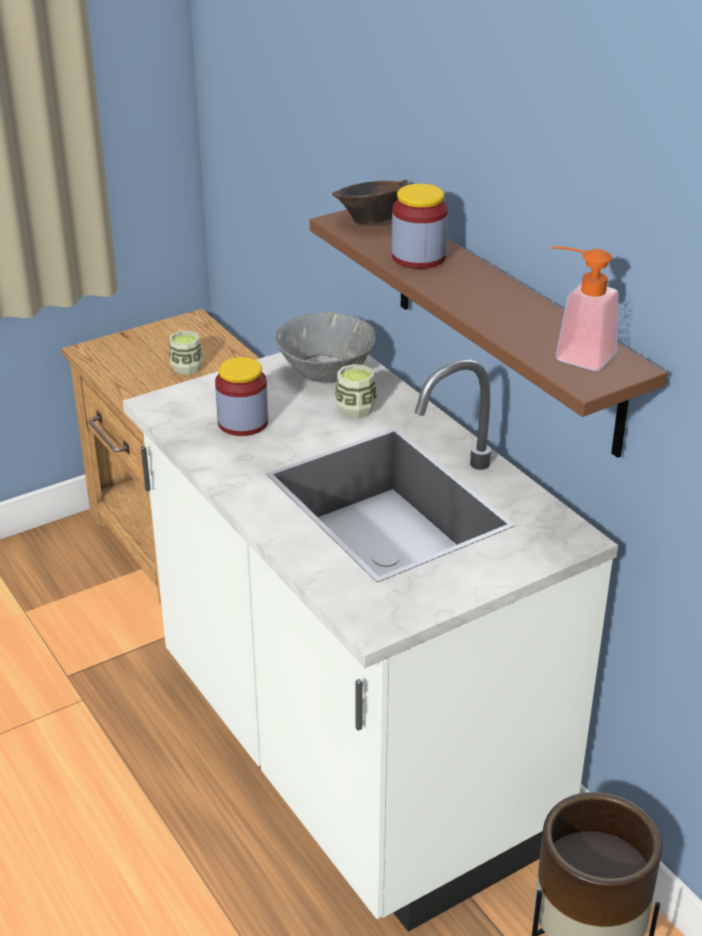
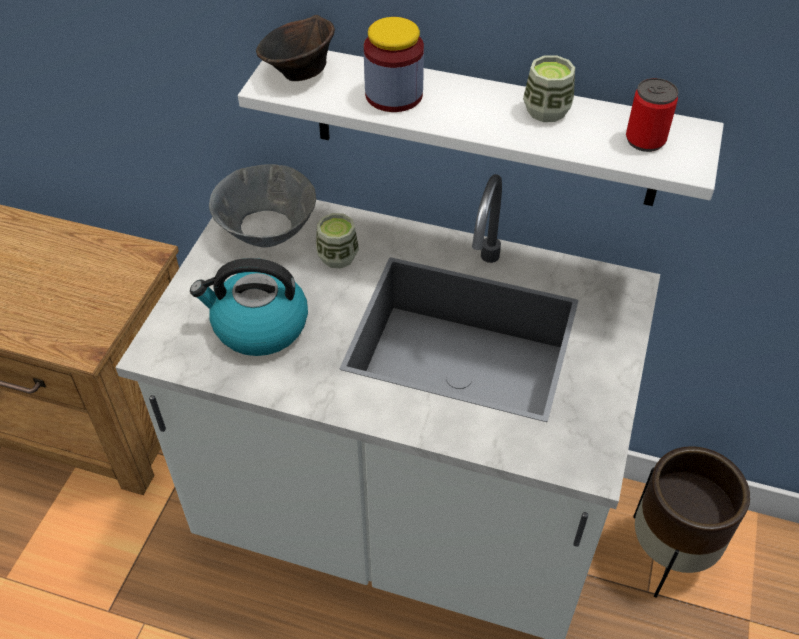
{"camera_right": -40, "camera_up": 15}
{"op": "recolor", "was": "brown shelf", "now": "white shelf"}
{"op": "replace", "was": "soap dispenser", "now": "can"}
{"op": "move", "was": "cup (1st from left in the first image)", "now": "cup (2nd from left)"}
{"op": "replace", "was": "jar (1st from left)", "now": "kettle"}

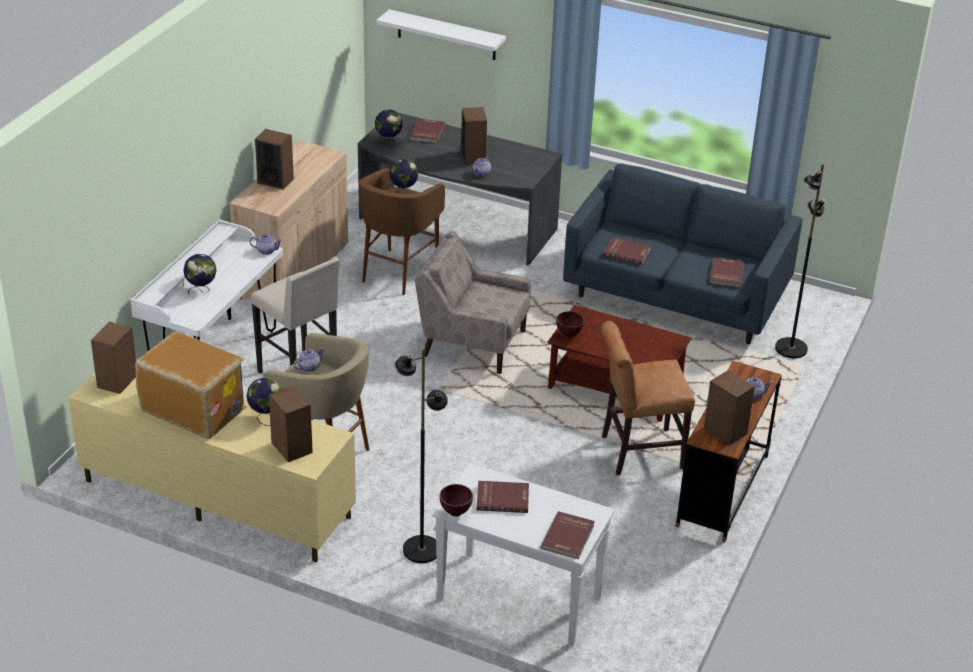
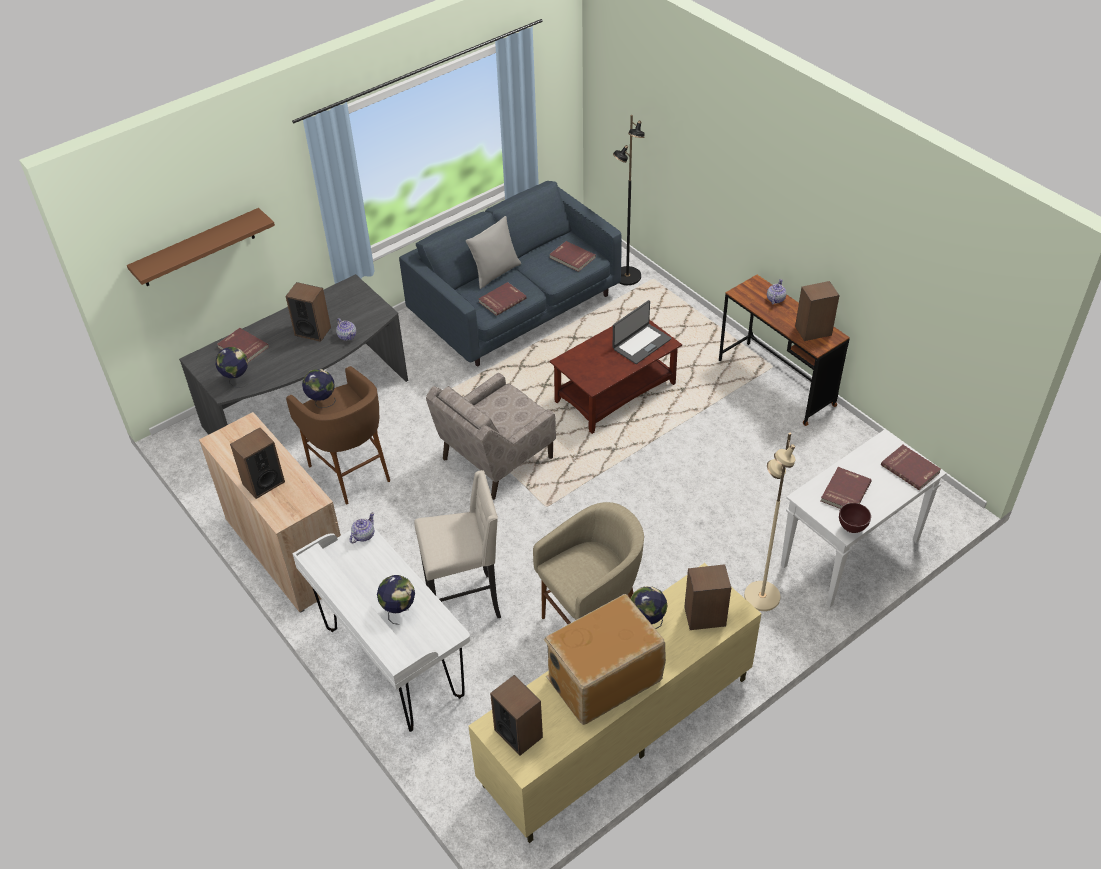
{"camera_right": -60, "camera_up": 10}
{"op": "recolor", "was": "white shelf", "now": "brown shelf"}
{"op": "delete", "was": "brown bowl (2nd from left)"}
{"op": "delete", "was": "brown chair"}
{"op": "delete", "was": "teapot (2nd from left)"}
{"op": "recolor", "was": "black floor lamp (1st from left)", "now": "beige floor lamp"}
{"op": "insert", "now": "grey pillow"}
{"op": "insert", "now": "laptop"}

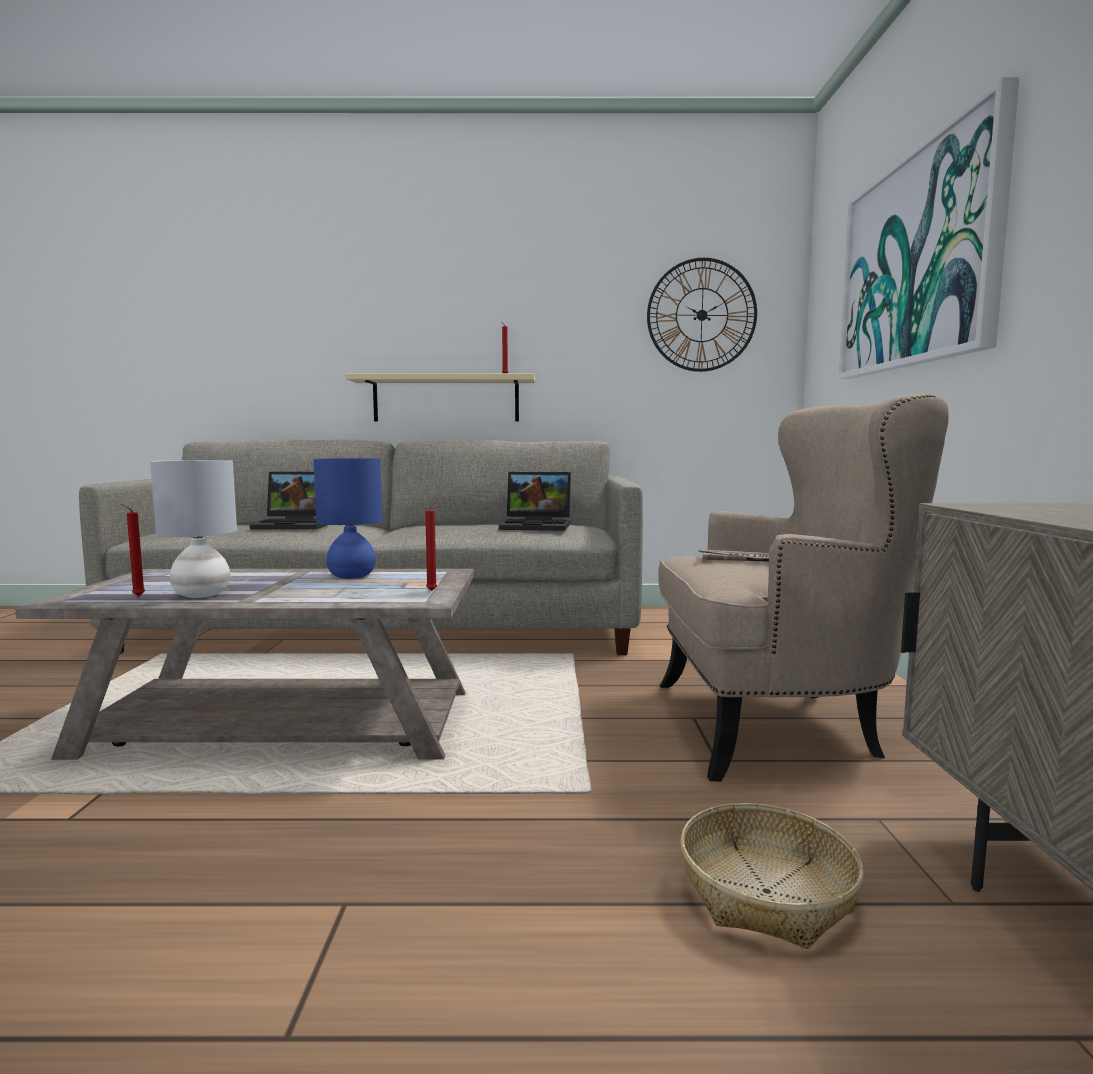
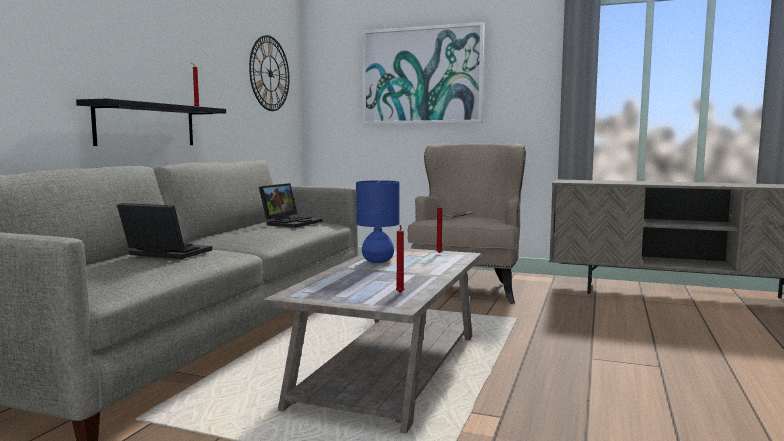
{"camera_right": -70, "camera_up": 0}
{"op": "recolor", "was": "beige shelf", "now": "black shelf"}
{"op": "delete", "was": "grey table lamp"}
{"op": "rotate", "was": "laptop (1st from left)", "clockwise": -90}
{"op": "delete", "was": "basket"}

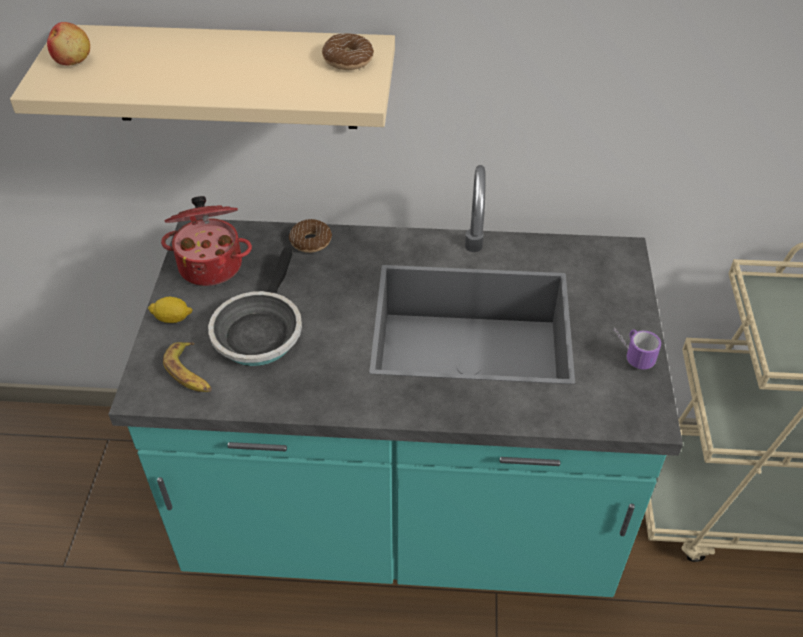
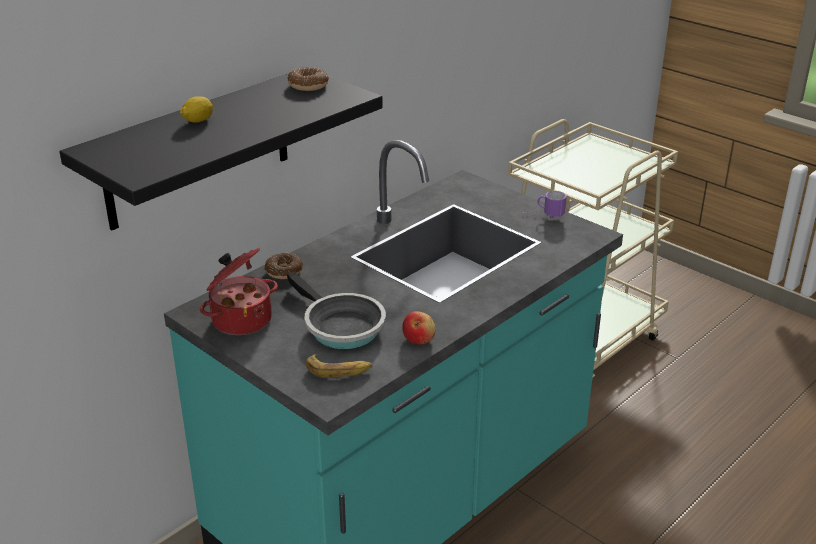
{"camera_right": -50, "camera_up": -15}
{"op": "move", "was": "apple"}
{"op": "recolor", "was": "beige shelf", "now": "black shelf"}
{"op": "move", "was": "lemon"}

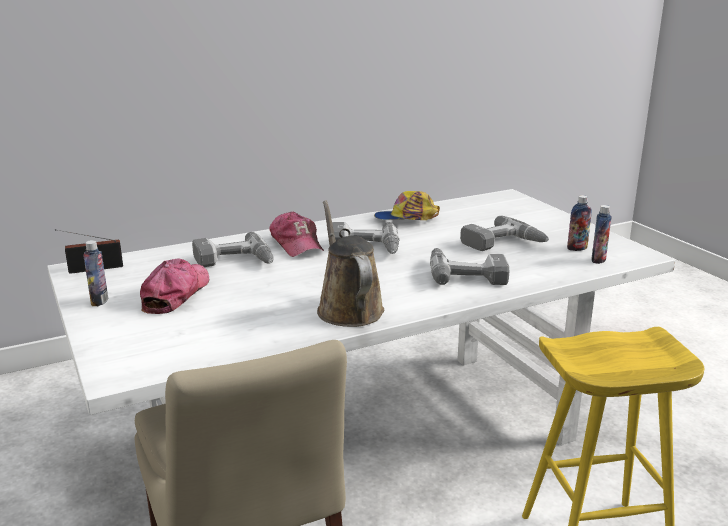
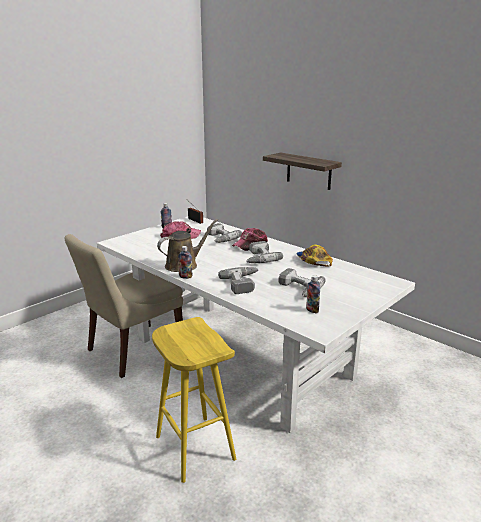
{"camera_right": 70, "camera_up": 0}
{"op": "move", "was": "bottle (3rd from left in the first image)", "now": "bottle (2nd from left)"}
{"op": "insert", "now": "shelf"}

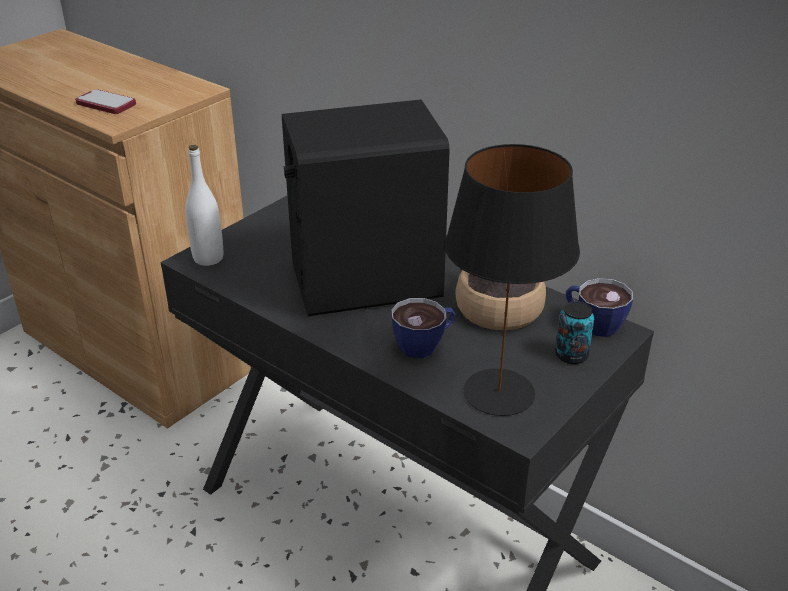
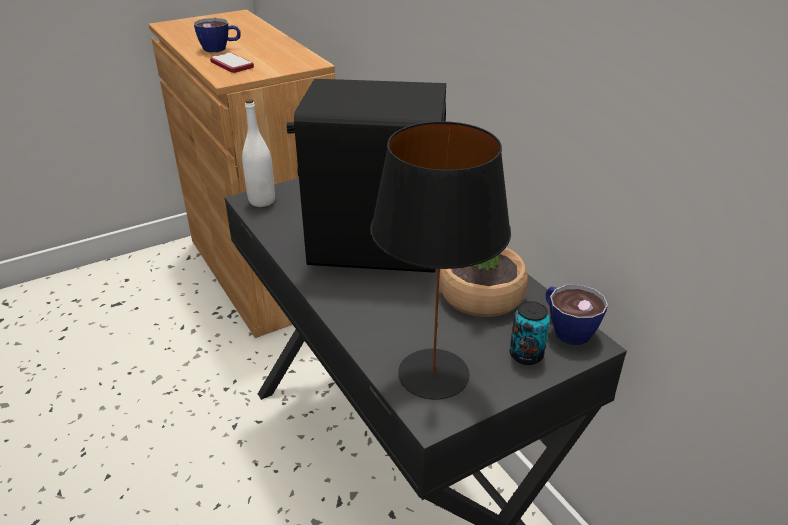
{"camera_right": 20, "camera_up": 0}
{"op": "move", "was": "cup (1st from left)"}

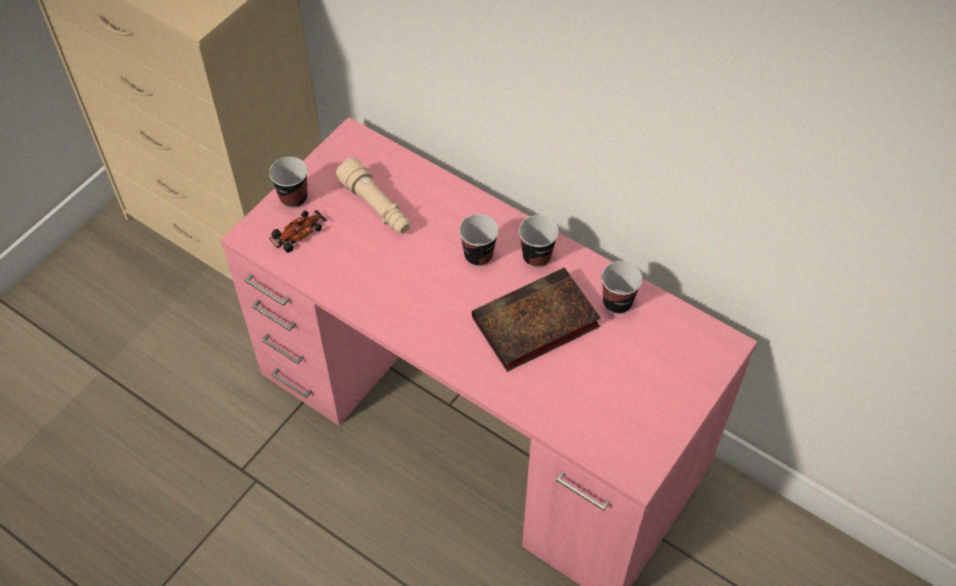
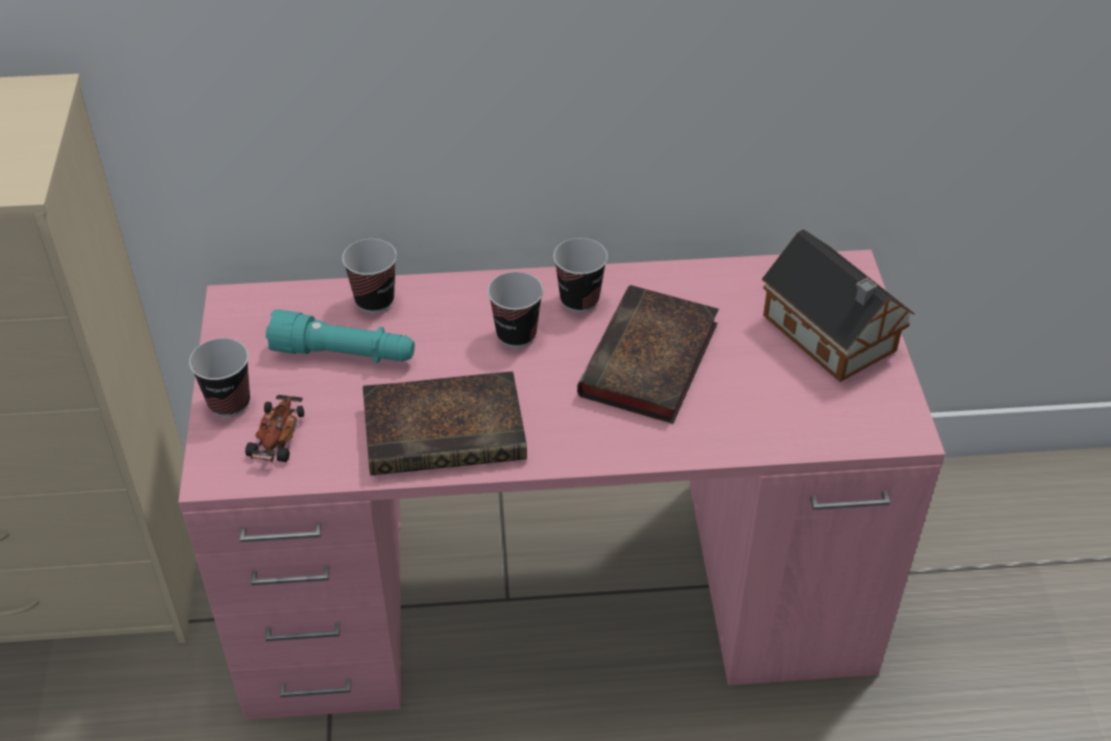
{"camera_right": -40, "camera_up": -10}
{"op": "recolor", "was": "beige flashlight", "now": "turquoise flashlight"}
{"op": "move", "was": "cup (4th from left in the first image)", "now": "cup (2nd from left)"}
{"op": "insert", "now": "toy house"}
{"op": "insert", "now": "book (1st from left)"}

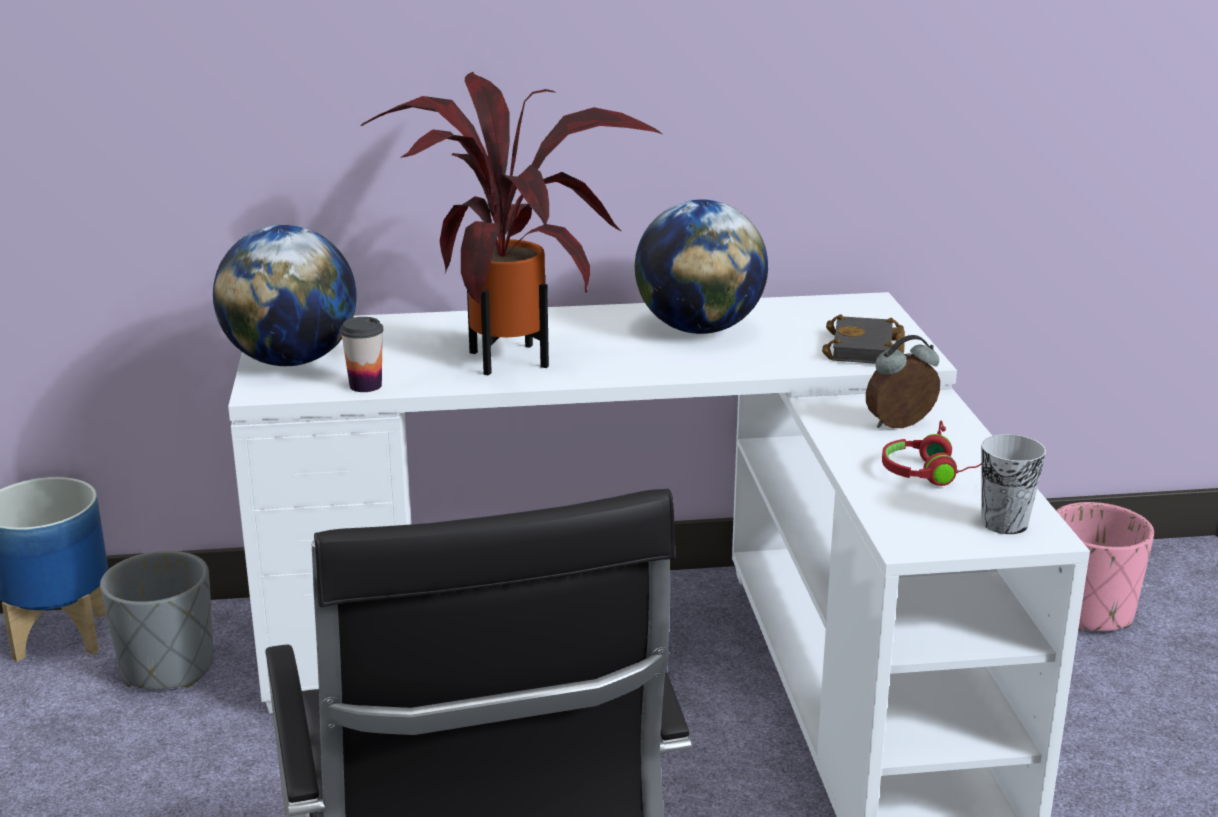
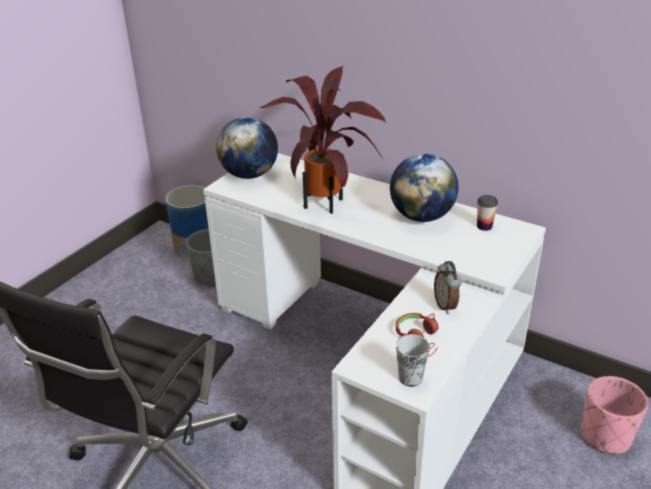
{"camera_right": 40, "camera_up": 10}
{"op": "delete", "was": "black book"}
{"op": "move", "was": "cup (1st from left in the first image)", "now": "cup (2nd from left)"}
{"op": "rotate", "was": "alarm clock", "clockwise": -120}

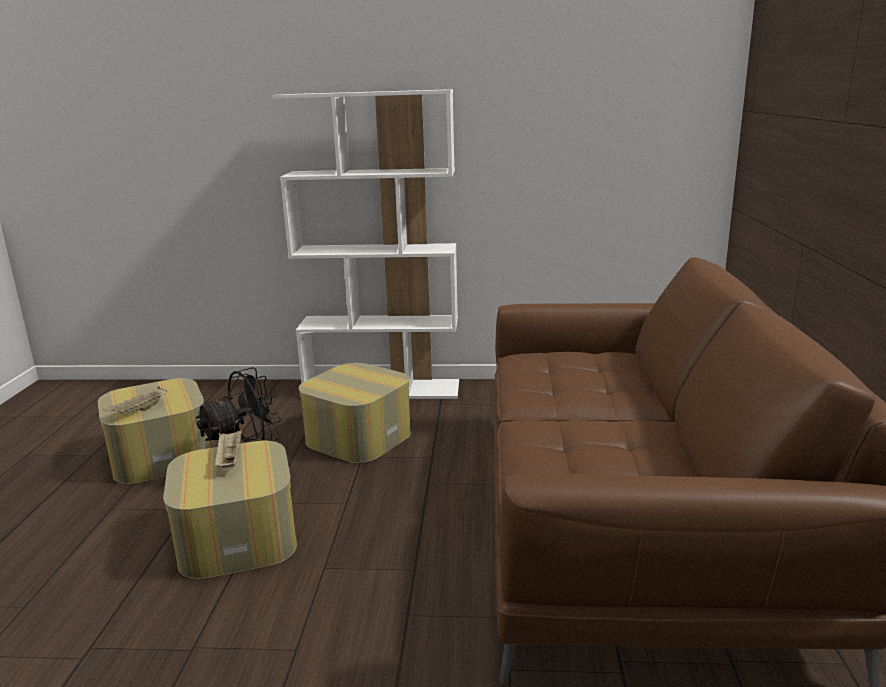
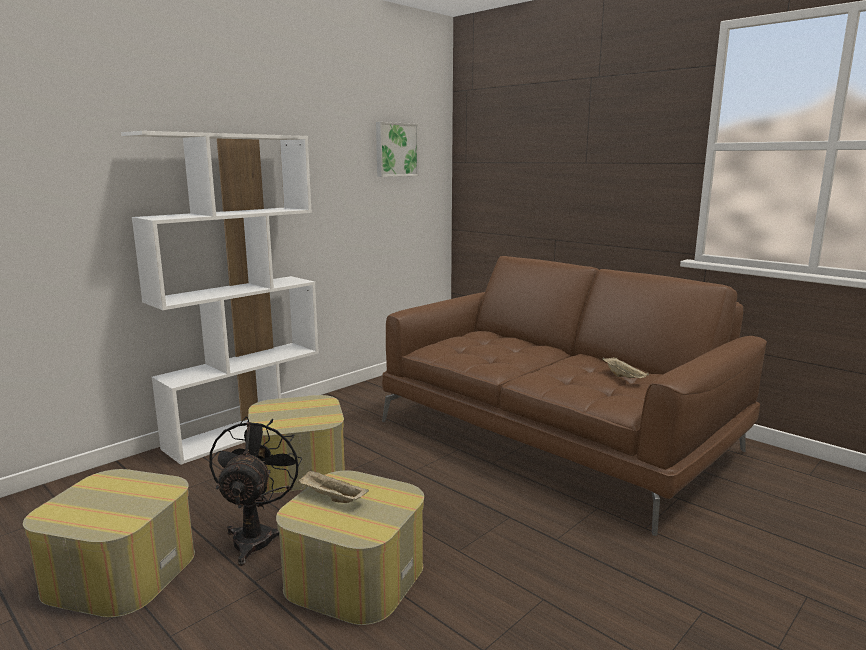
{"camera_right": -50, "camera_up": -5}
{"op": "move", "was": "beige tray (1st from left in the first image)", "now": "beige tray (2nd from left)"}
{"op": "insert", "now": "picture"}

